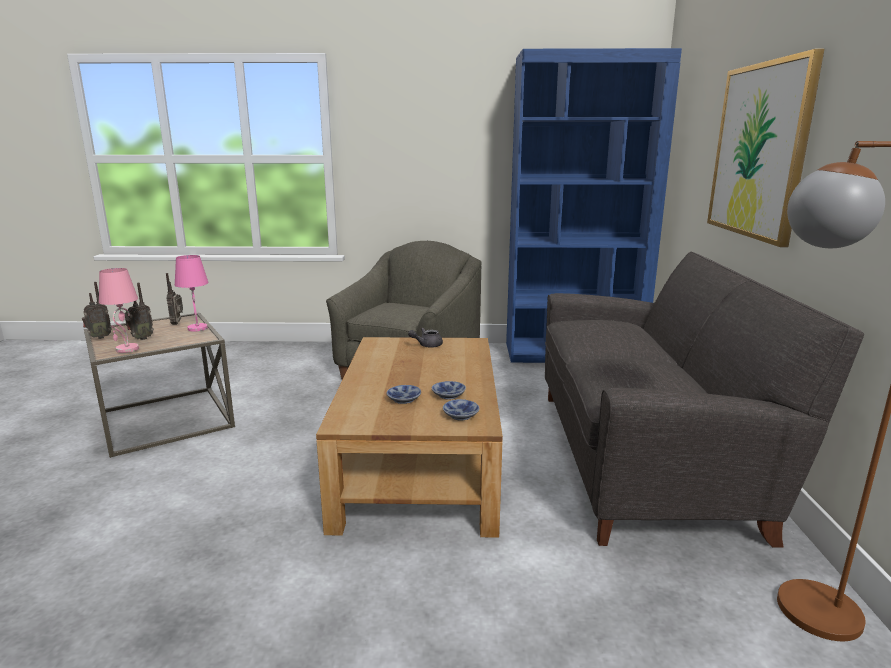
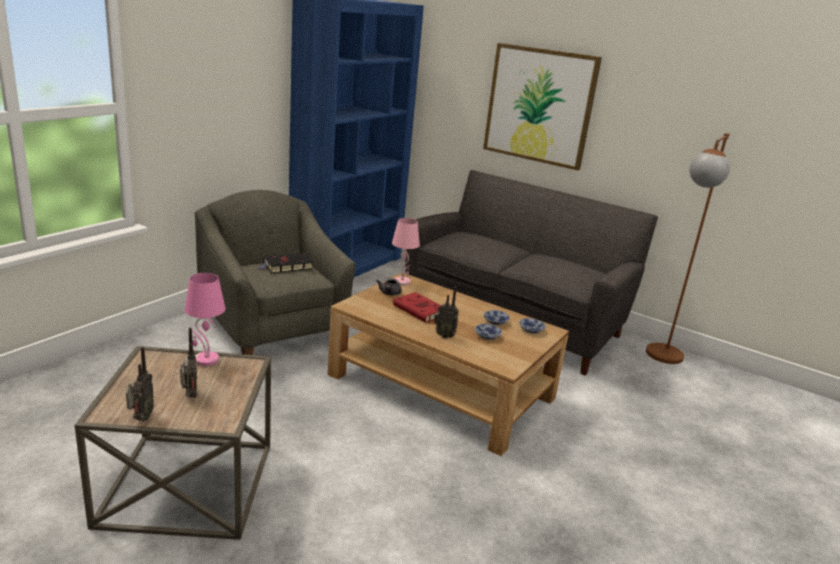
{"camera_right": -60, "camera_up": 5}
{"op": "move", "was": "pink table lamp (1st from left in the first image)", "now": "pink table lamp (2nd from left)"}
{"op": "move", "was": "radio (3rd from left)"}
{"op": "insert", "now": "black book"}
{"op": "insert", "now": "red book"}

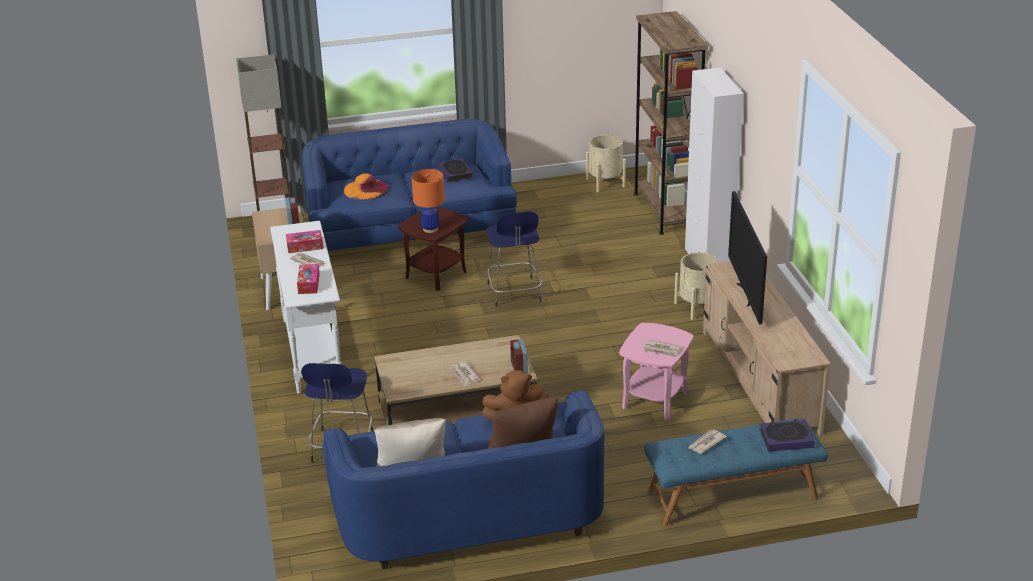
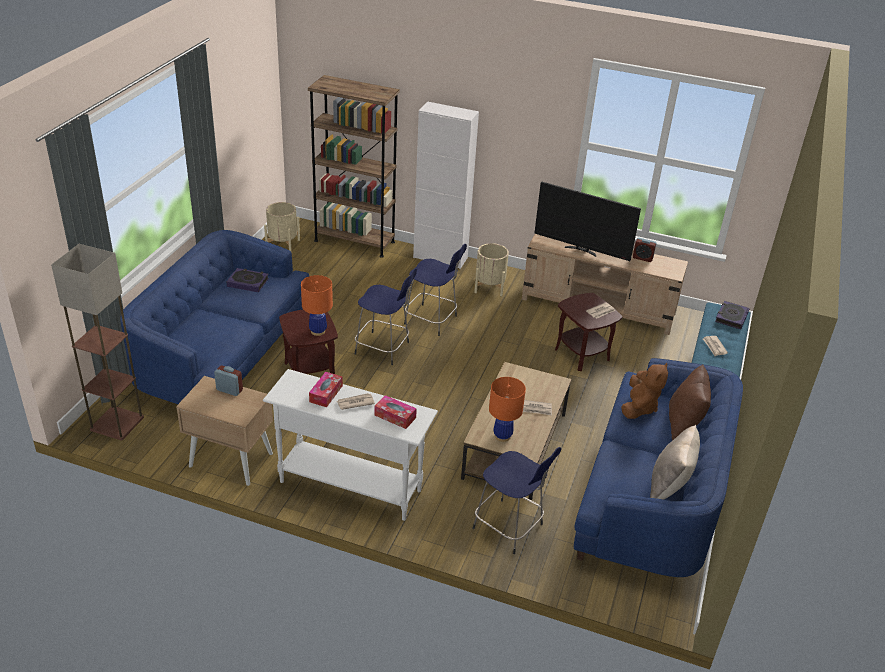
{"camera_right": -60, "camera_up": 5}
{"op": "delete", "was": "orange hat"}
{"op": "recolor", "was": "pink side table", "now": "brown side table (2nd from left)"}
{"op": "move", "was": "alarm clock (2nd from left)"}
{"op": "insert", "now": "blue stool (2nd from left)"}
{"op": "insert", "now": "orange table lamp (2nd from left)"}

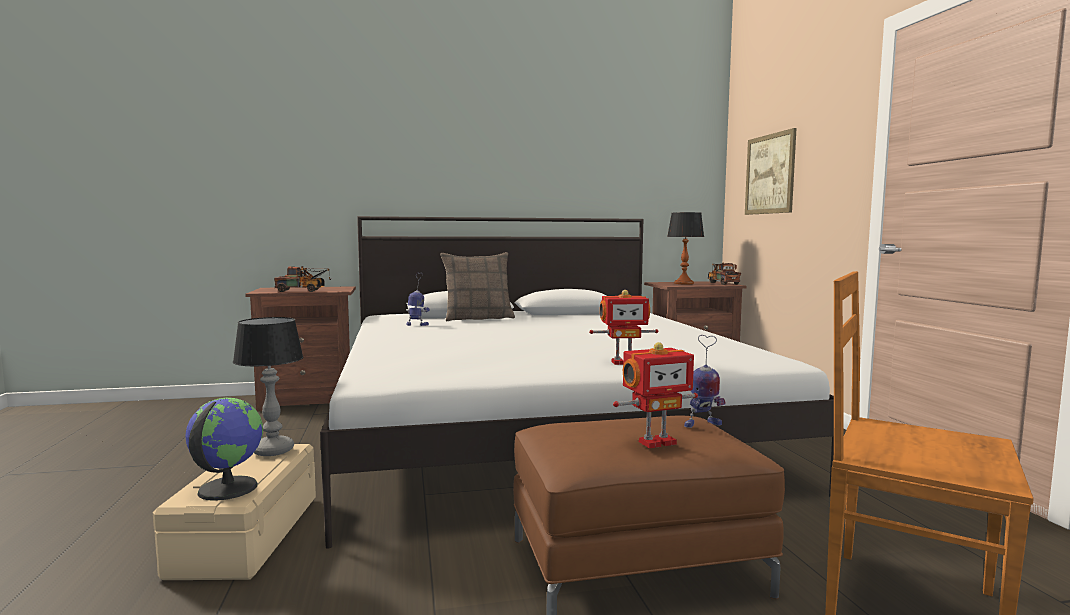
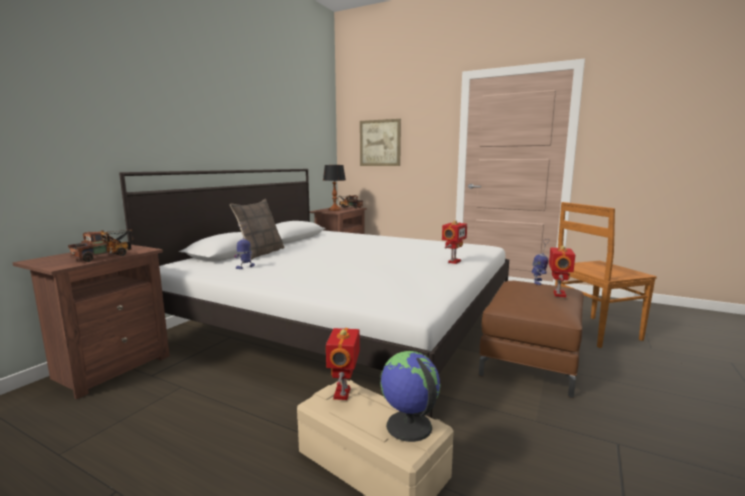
{"camera_right": -50, "camera_up": 5}
{"op": "replace", "was": "table lamp (1st from left)", "now": "toy robot (2nd from left)"}

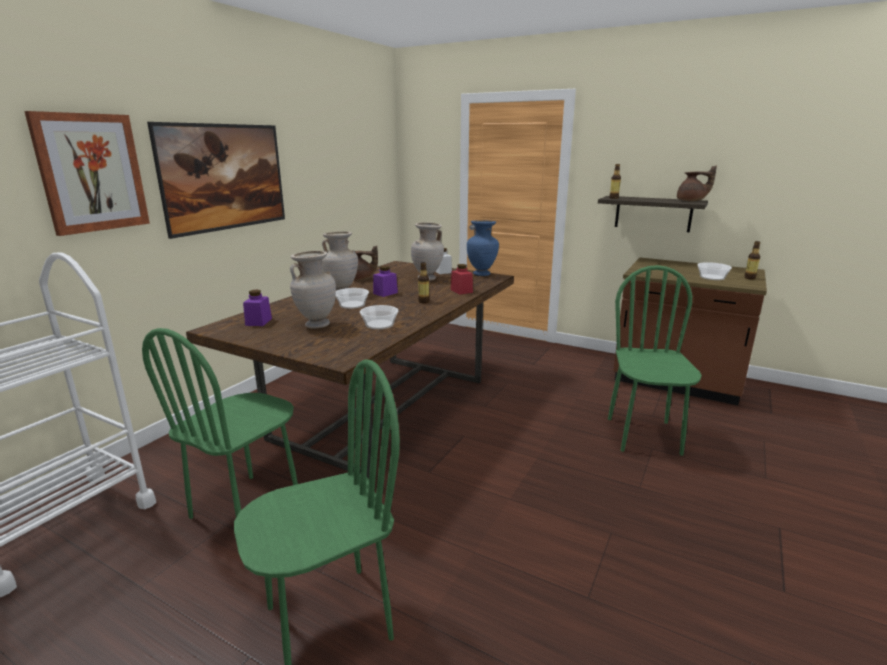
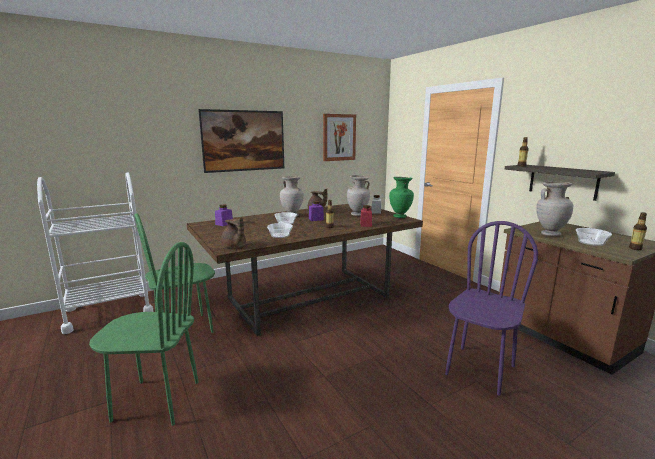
{"camera_right": 30, "camera_up": -5}
{"op": "move", "was": "picture (1st from left in the first image)", "now": "picture (2nd from left)"}
{"op": "move", "was": "brown teapot (2nd from left in the first image)", "now": "brown teapot (1st from left)"}
{"op": "recolor", "was": "blue vase", "now": "green vase"}
{"op": "move", "was": "beige vase (1st from left in the first image)", "now": "beige vase (3rd from left)"}
{"op": "recolor", "was": "green chair (3rd from left)", "now": "purple chair"}

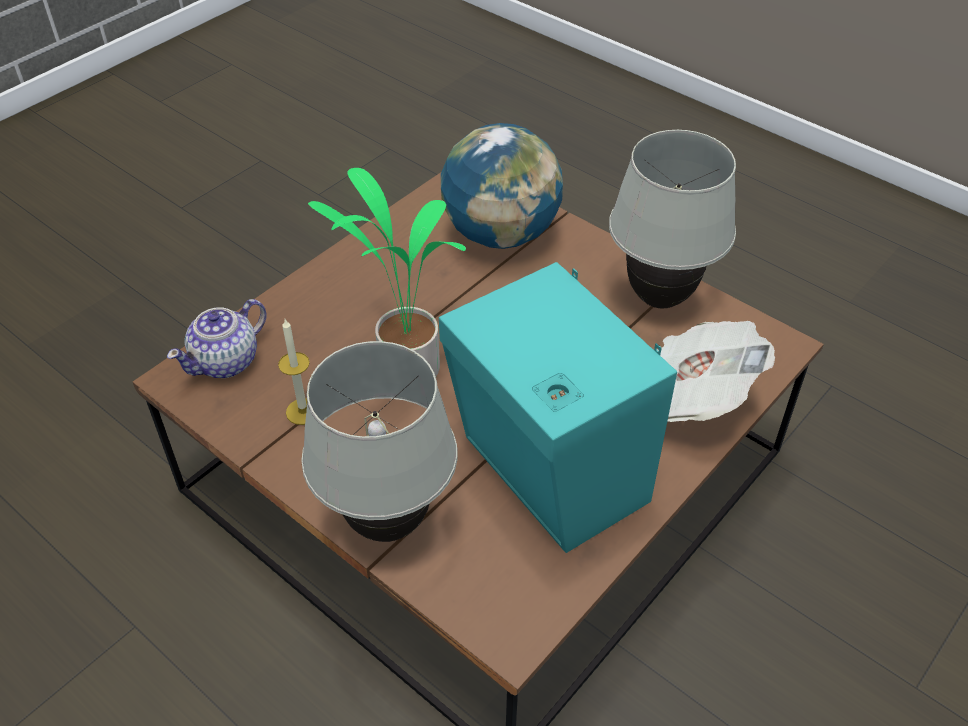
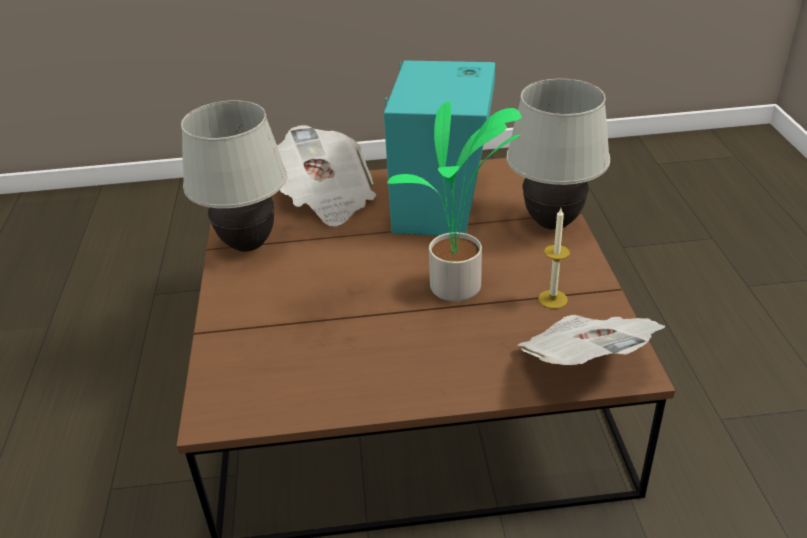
{"camera_right": -135, "camera_up": -10}
{"op": "delete", "was": "globe"}
{"op": "replace", "was": "teapot", "now": "newspaper (2nd from left)"}

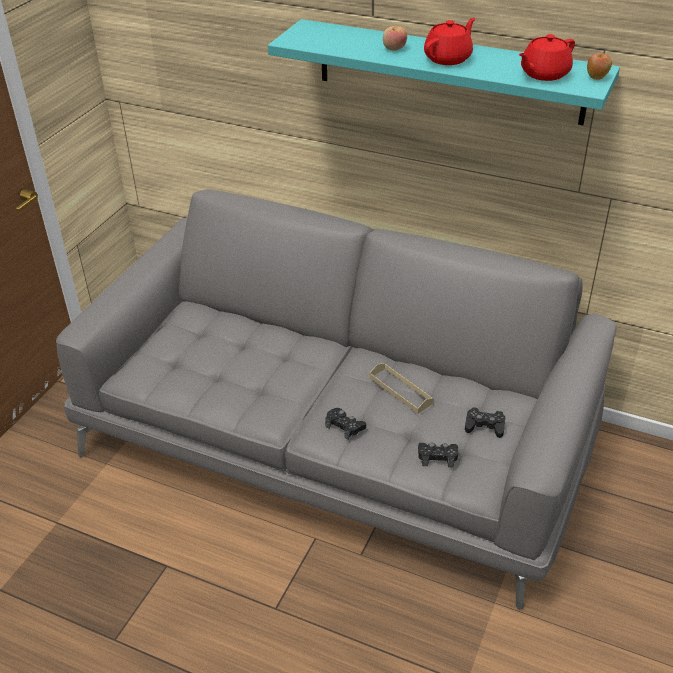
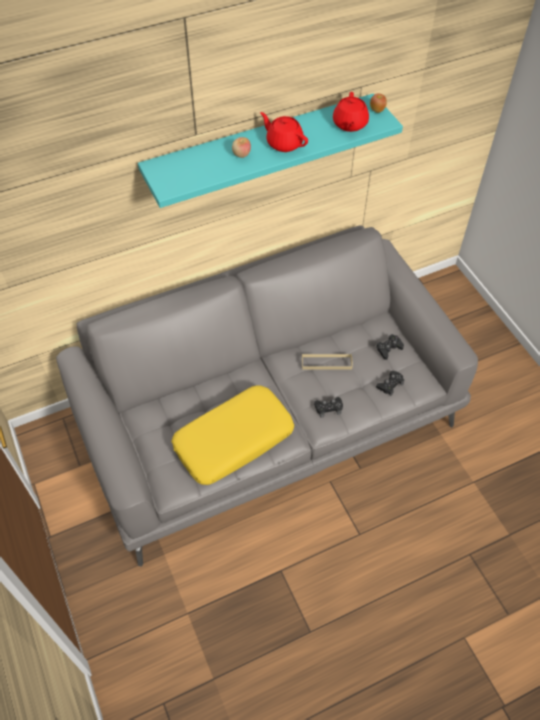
{"camera_right": -50, "camera_up": 15}
{"op": "rotate", "was": "red teapot (1st from left)", "clockwise": -45}
{"op": "insert", "now": "yellow pillow"}

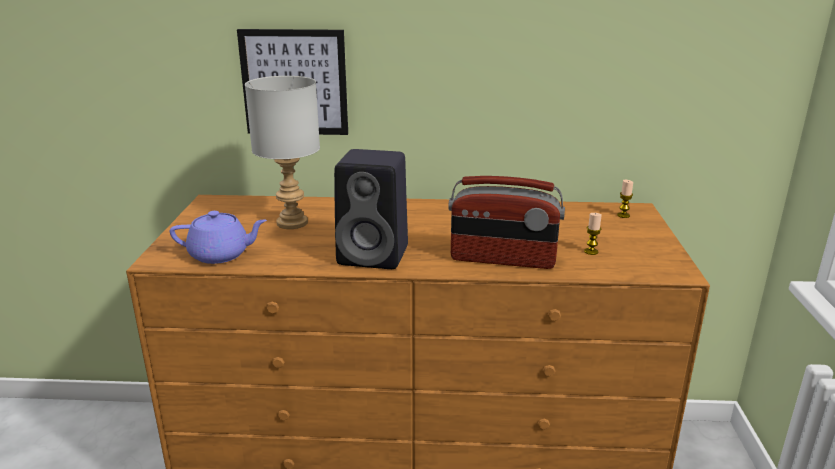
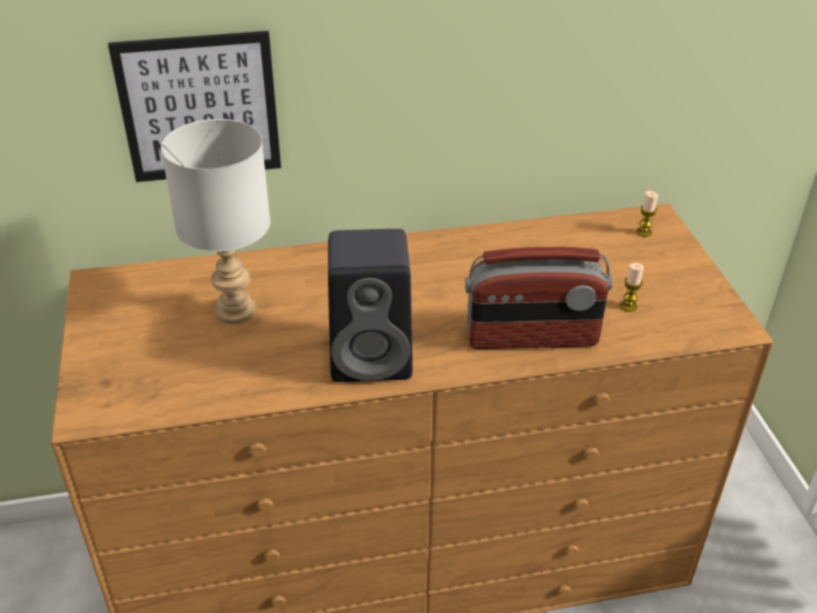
{"camera_right": -15, "camera_up": 15}
{"op": "delete", "was": "purple teapot"}

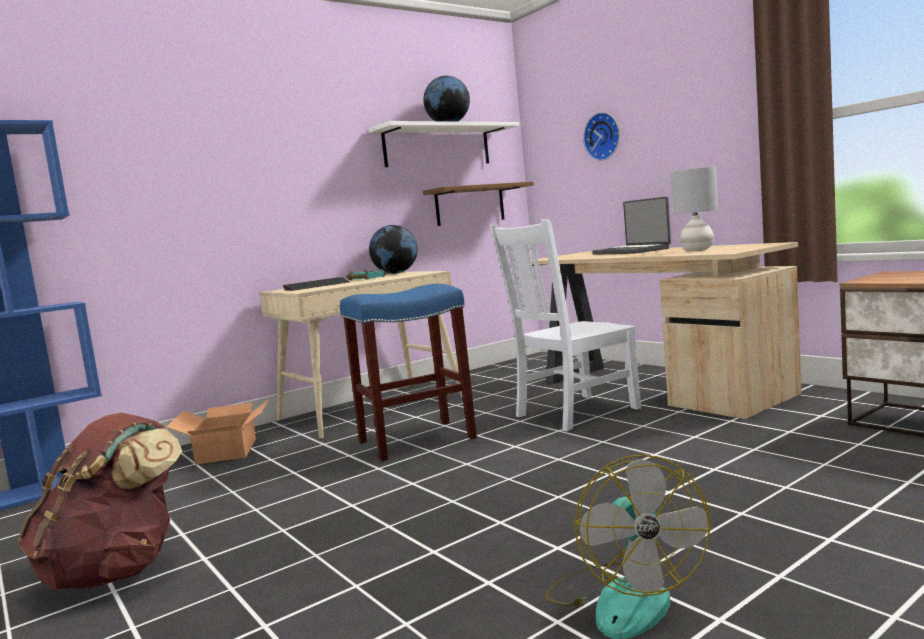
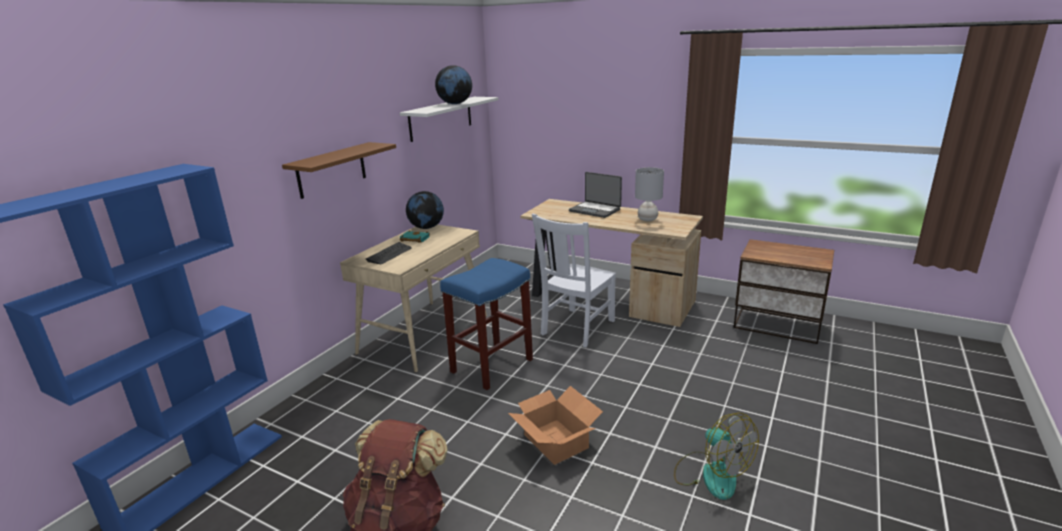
{"camera_right": -25, "camera_up": 15}
{"op": "delete", "was": "wall clock"}
{"op": "move", "was": "brown shelf"}
{"op": "move", "was": "cardboard box"}

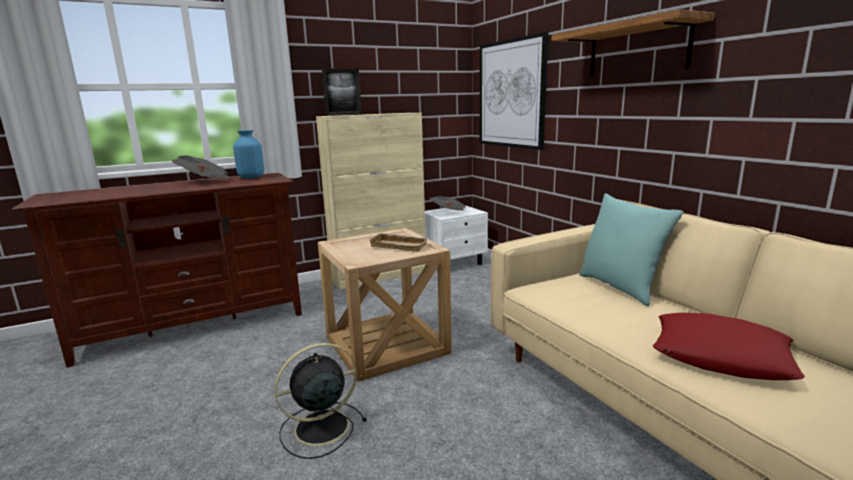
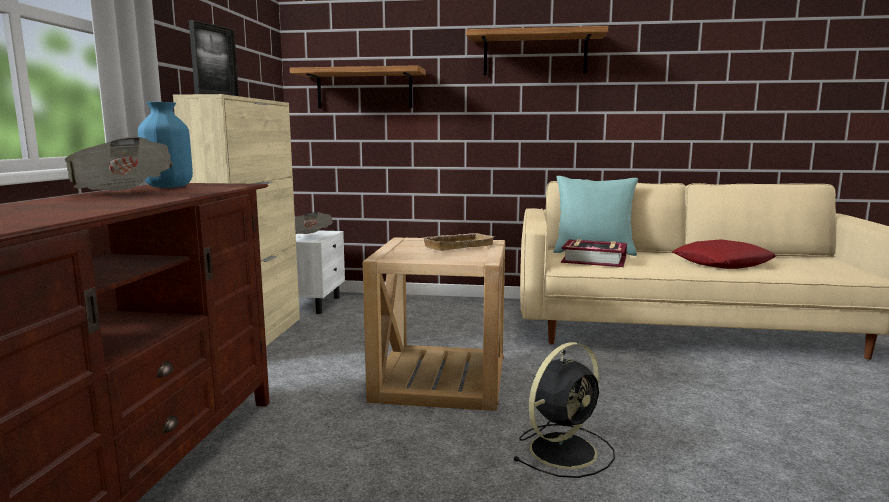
{"camera_right": -55, "camera_up": -5}
{"op": "replace", "was": "picture", "now": "shelf (1st from left)"}
{"op": "rotate", "was": "black fan", "clockwise": -135}
{"op": "insert", "now": "book"}

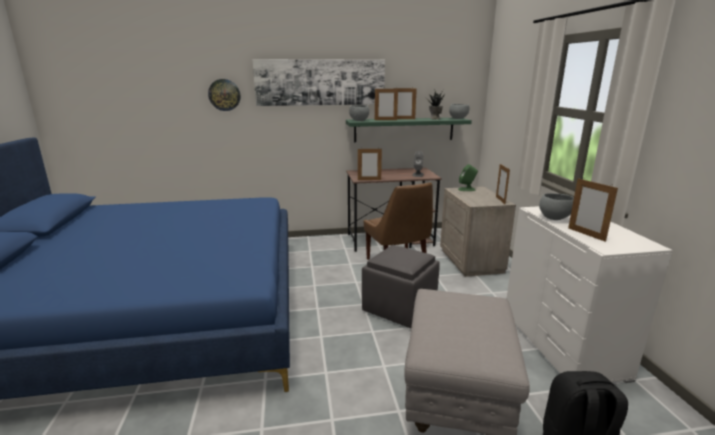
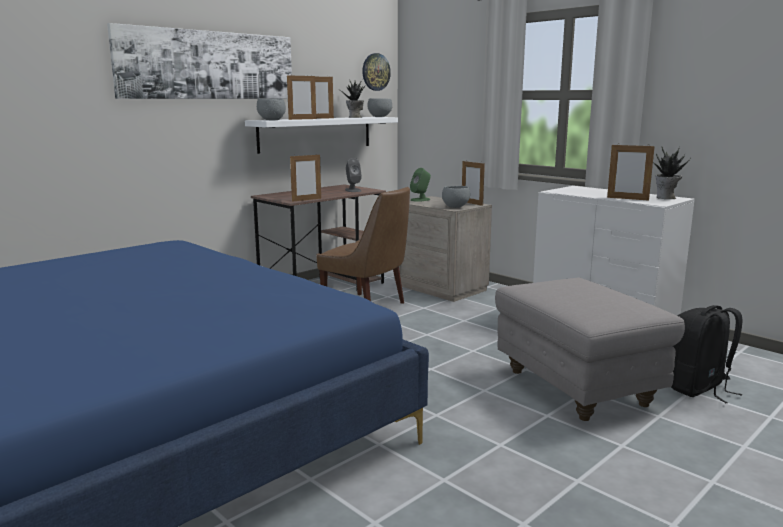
{"camera_right": -35, "camera_up": -5}
{"op": "move", "was": "wall clock"}
{"op": "recolor", "was": "green shelf", "now": "white shelf"}
{"op": "move", "was": "grey bowl (3rd from left)"}
{"op": "delete", "was": "grey ottoman (1st from left)"}
{"op": "insert", "now": "potted plant (2nd from left)"}

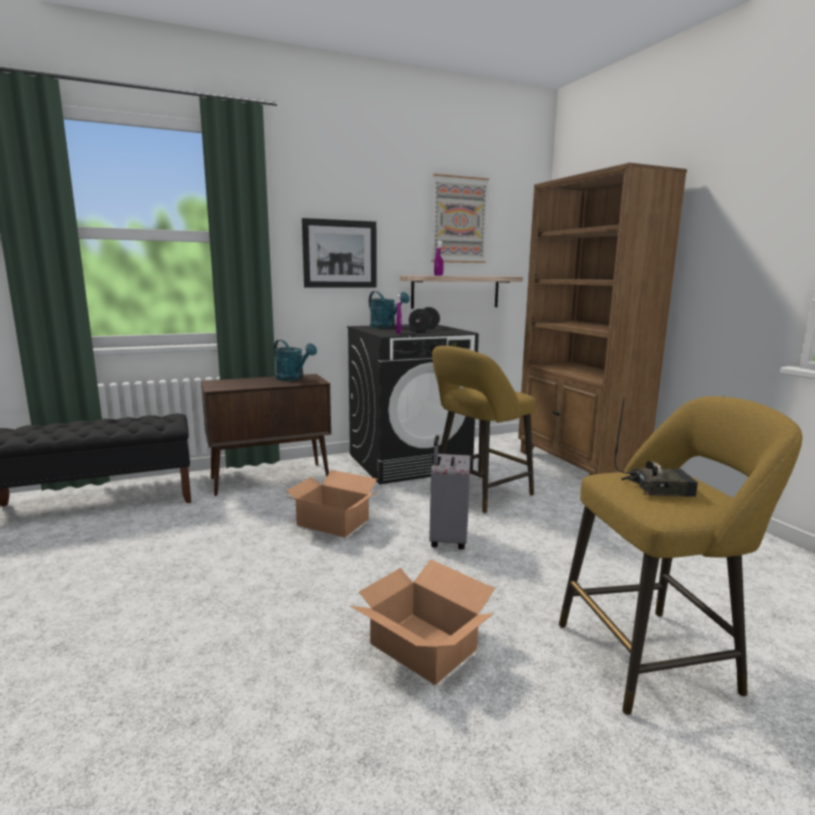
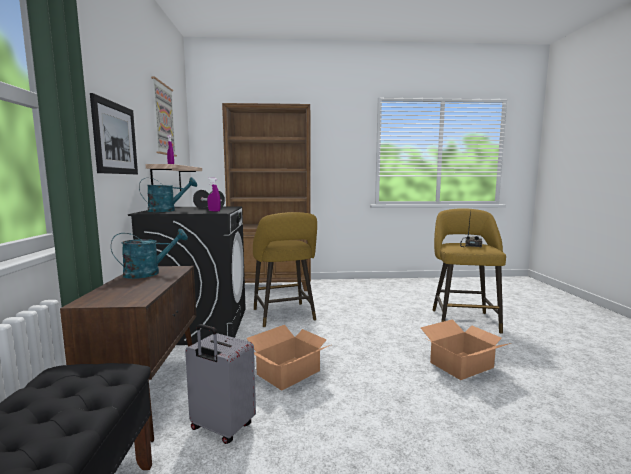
{"camera_right": -70, "camera_up": -5}
{"op": "move", "was": "grey suitcase"}

